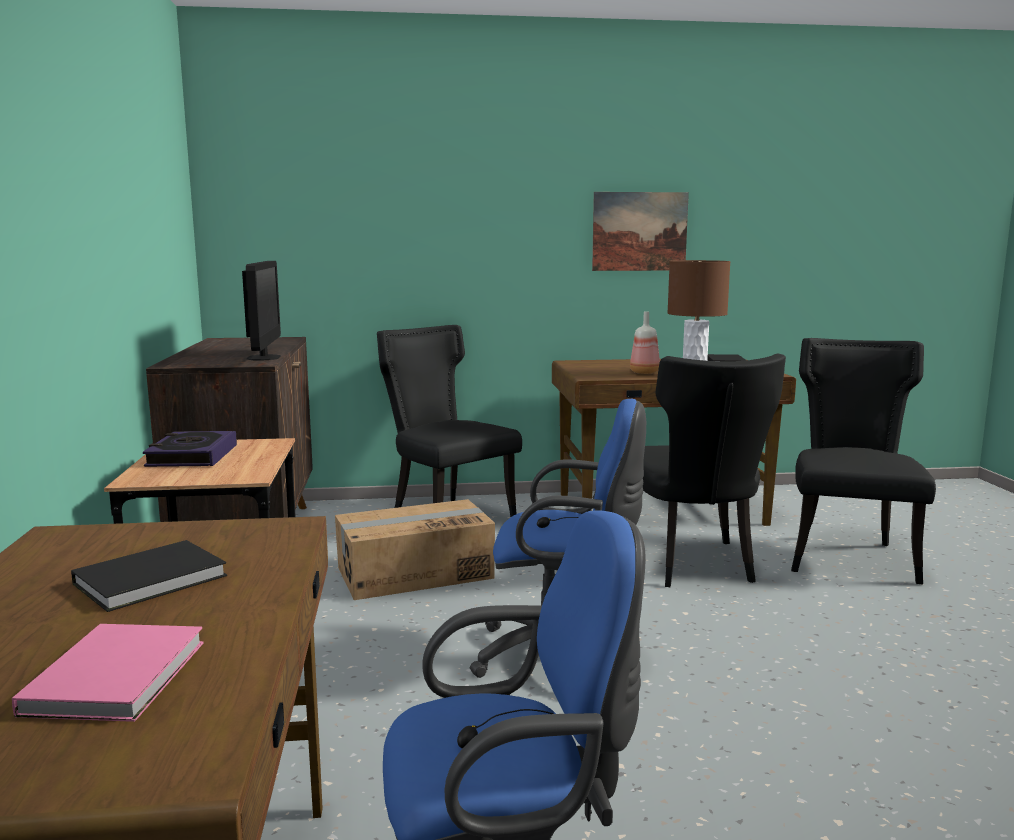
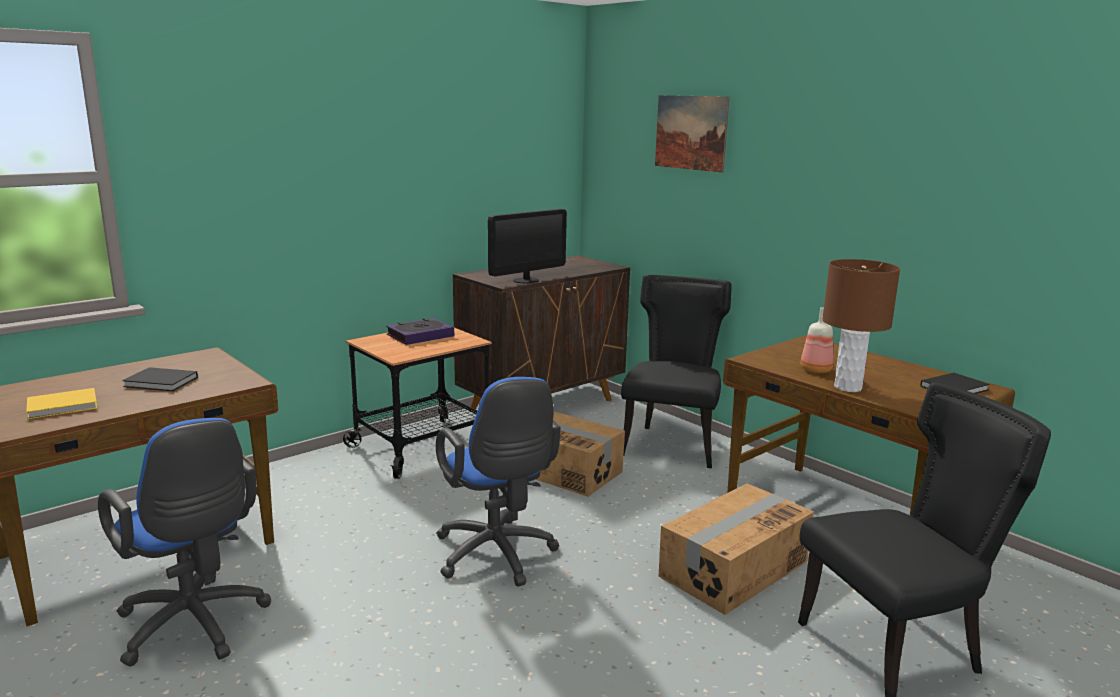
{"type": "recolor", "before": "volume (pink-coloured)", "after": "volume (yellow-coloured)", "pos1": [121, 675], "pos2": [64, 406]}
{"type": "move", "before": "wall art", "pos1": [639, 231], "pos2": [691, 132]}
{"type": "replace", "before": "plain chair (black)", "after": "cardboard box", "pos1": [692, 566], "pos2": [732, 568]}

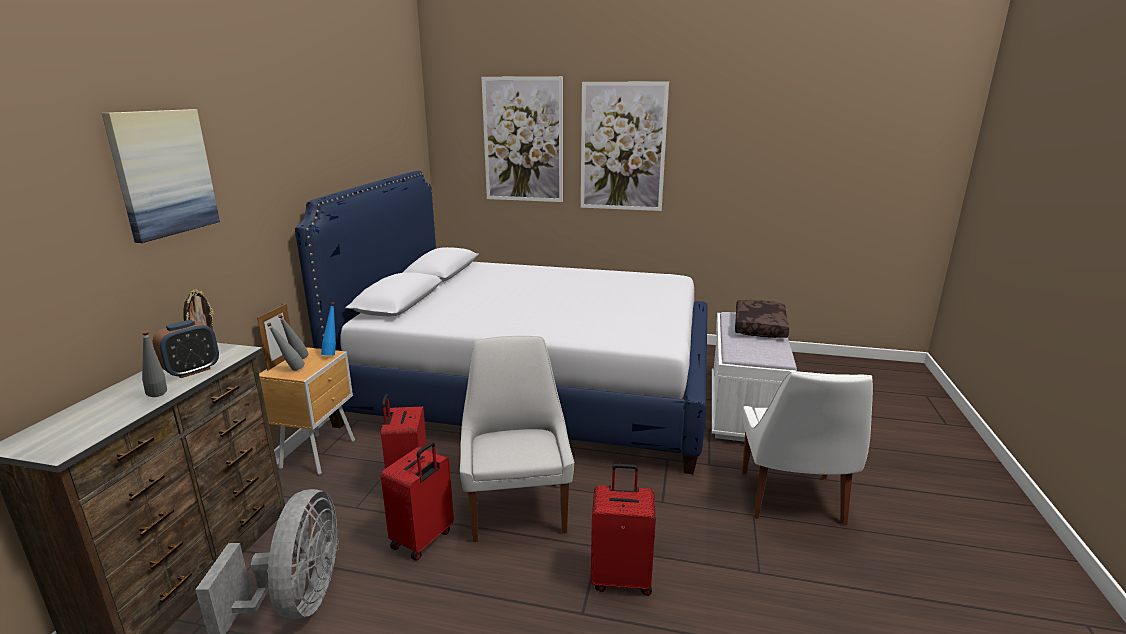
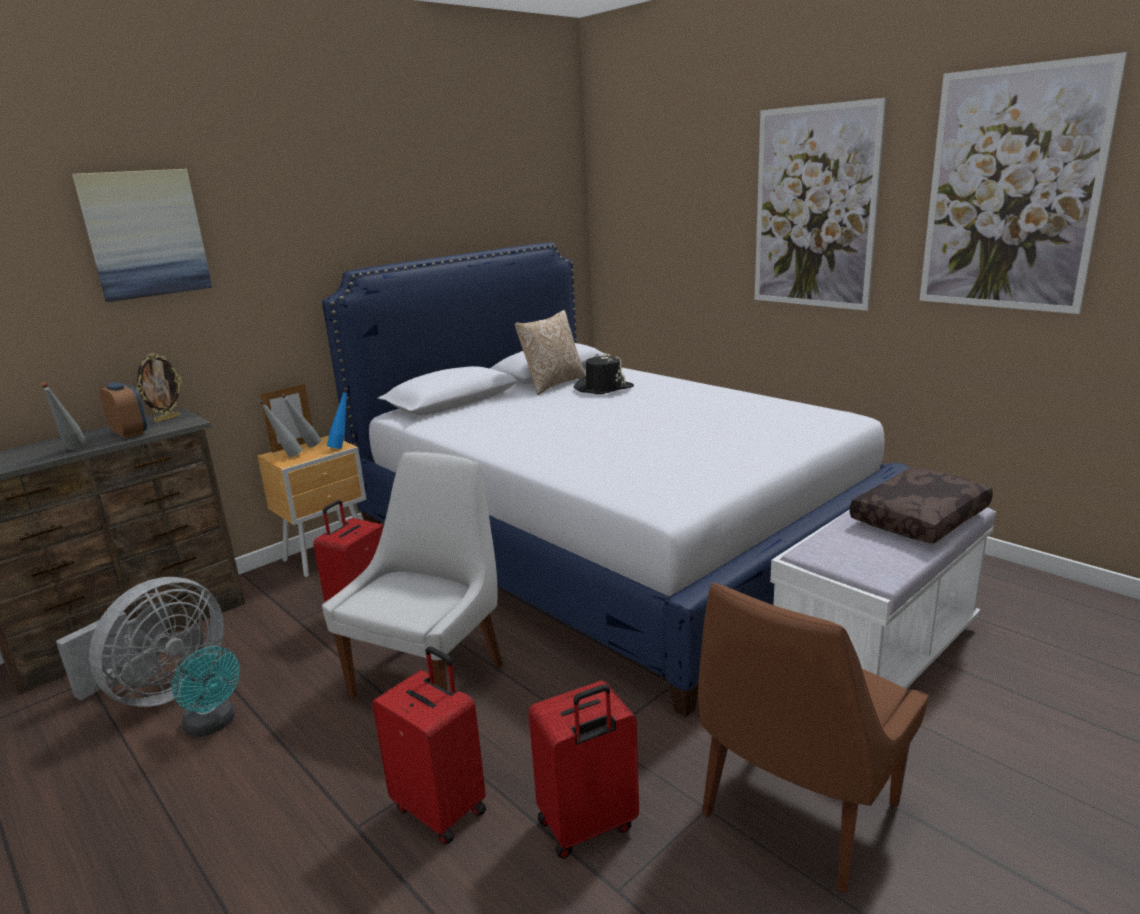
{"type": "rotate", "before": "table clock", "pos1": [192, 371], "pos2": [130, 433], "turn": -120}
{"type": "move", "before": "suitcase (red)", "pos1": [423, 540], "pos2": [588, 826]}
{"type": "move", "before": "wall art", "pos1": [523, 140], "pos2": [1011, 191]}
{"type": "recolor", "before": "plain chair (white-coloured)", "after": "plain chair (brown-coloured)", "pos1": [792, 500], "pos2": [795, 813]}
{"type": "insert", "after": "electric fan (blue-green)", "pos2": [214, 724]}
{"type": "insert", "after": "cushion", "pos2": [552, 384]}
{"type": "insert", "after": "hat (black)", "pos2": [603, 388]}

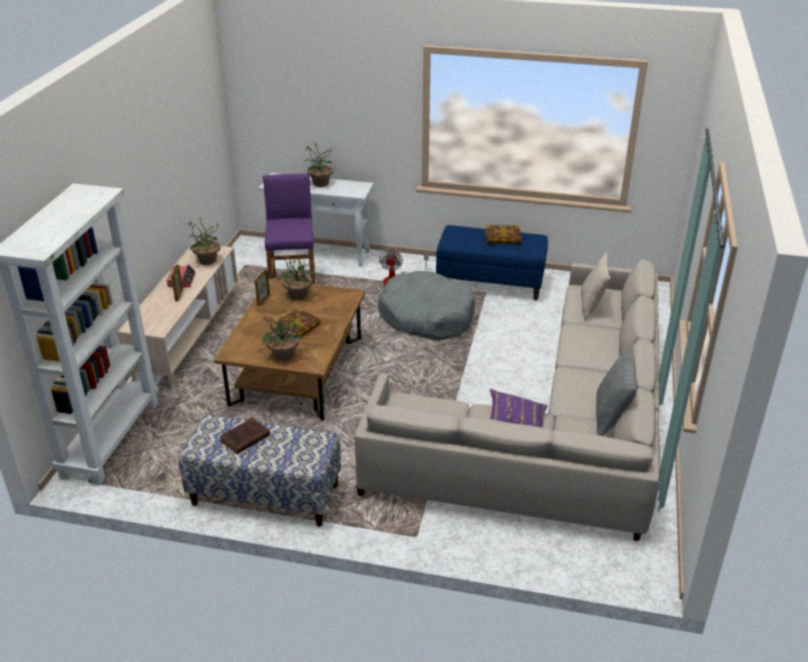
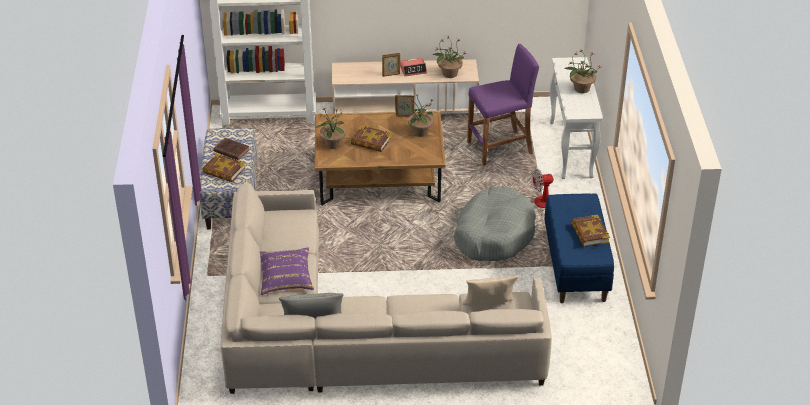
{"type": "insert", "after": "volume", "pos2": [224, 171]}

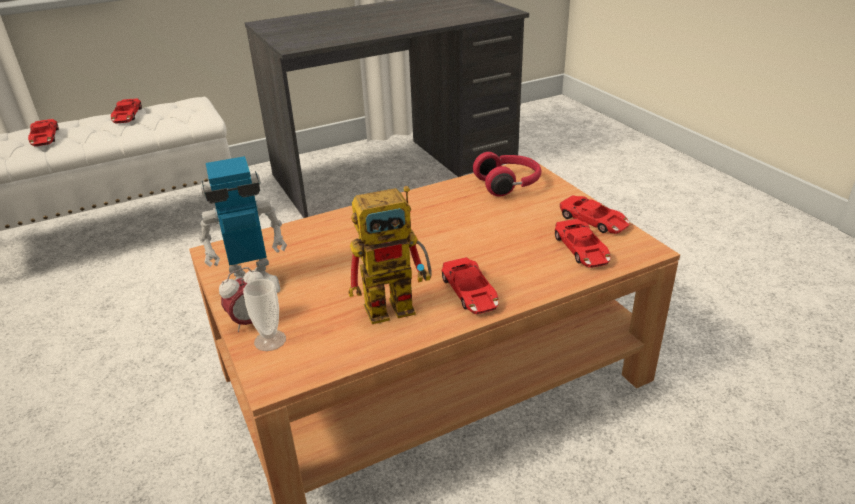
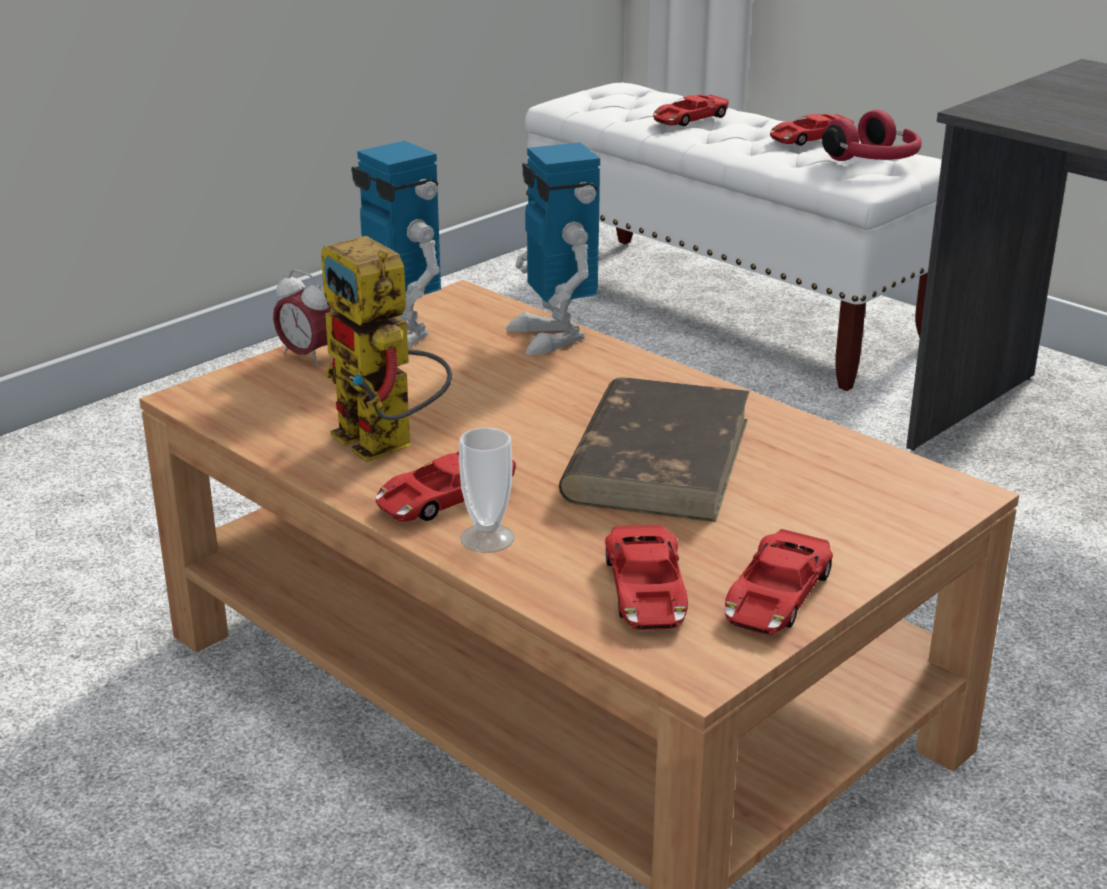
{"type": "move", "before": "cup", "pos1": [270, 340], "pos2": [487, 538]}
{"type": "move", "before": "pair of headphones (red)", "pos1": [508, 184], "pos2": [874, 161]}
{"type": "rotate", "before": "model car (red)", "pos1": [582, 249], "pos2": [646, 591], "turn": -60}
{"type": "insert", "after": "toy robot", "pos2": [553, 336]}
{"type": "insert", "after": "volume (brown-coloured)", "pos2": [658, 458]}

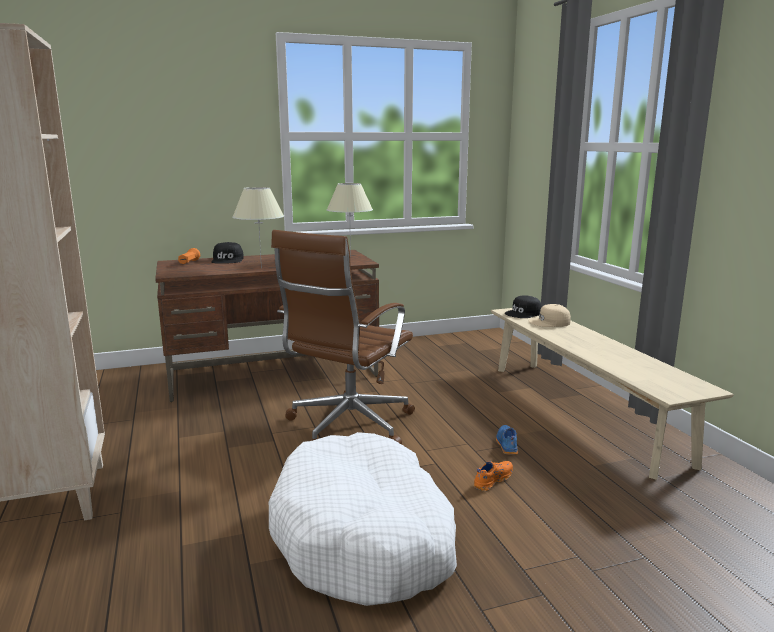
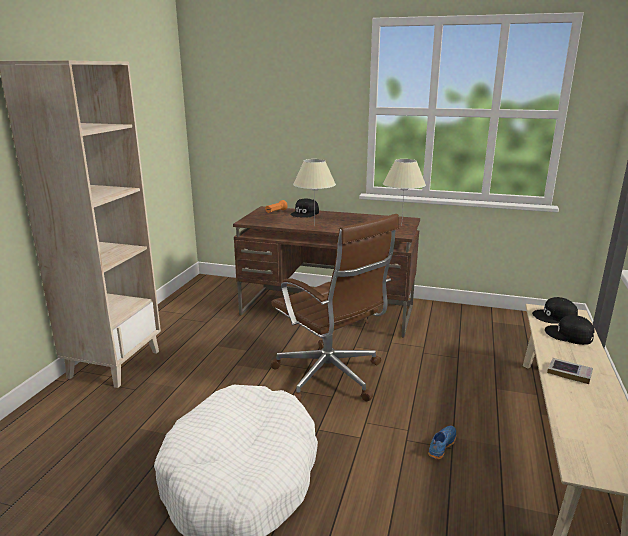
{"type": "rotate", "before": "office chair (brown-coloured)", "pos1": [347, 426], "pos2": [330, 377], "turn": -105}
{"type": "delete", "before": "shoe (orange-coloured)", "pos1": [492, 480]}
{"type": "recolor", "before": "peaked cap (beige)", "after": "peaked cap (black)", "pos1": [550, 322], "pos2": [569, 335]}
{"type": "insert", "after": "volume", "pos2": [569, 373]}

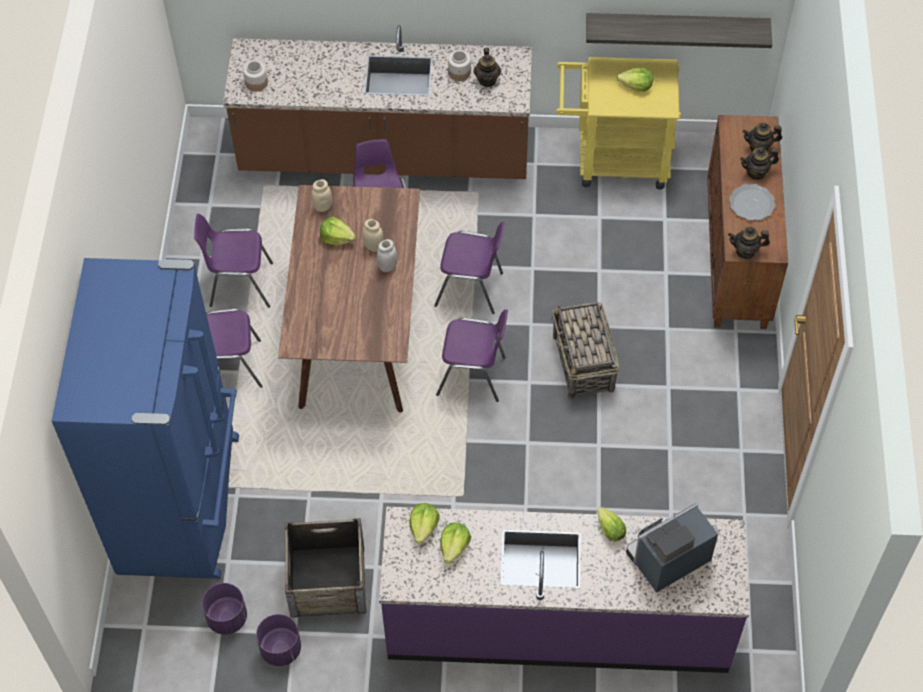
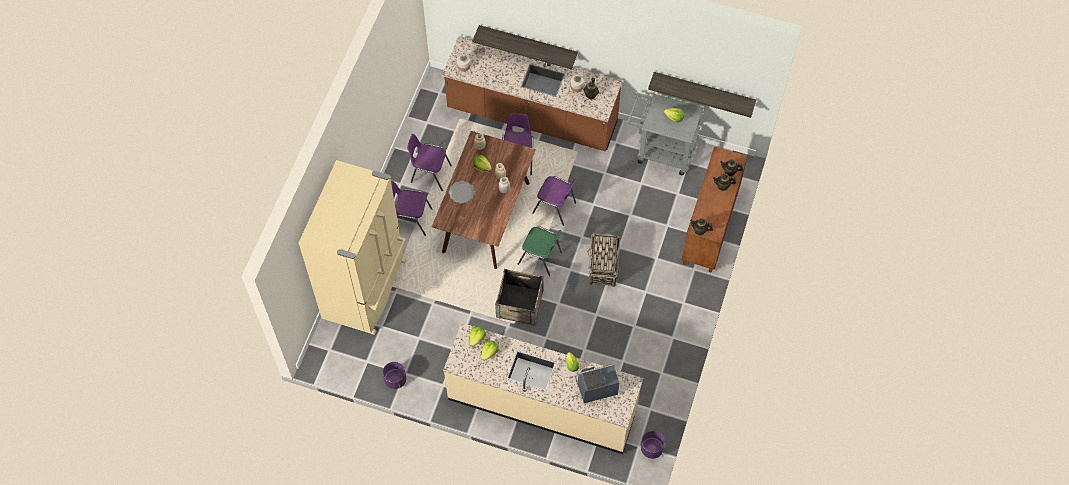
{"type": "recolor", "before": "refrigerator (blue-coloured)", "after": "refrigerator (beige)", "pos1": [183, 503], "pos2": [366, 289]}
{"type": "move", "before": "plant pot (purplish)", "pos1": [227, 617], "pos2": [651, 448]}
{"type": "move", "before": "crate", "pos1": [327, 581], "pos2": [519, 304]}
{"type": "recolor", "before": "kitchen base unit (purplish)", "after": "kitchen base unit (beige)", "pos1": [558, 622], "pos2": [542, 404]}
{"type": "recolor", "before": "plain chair (purplish)", "after": "plain chair (greenish)", "pos1": [473, 376], "pos2": [541, 258]}
{"type": "recolor", "before": "cart (yellow-coloured)", "after": "cart (grey)", "pos1": [613, 160], "pos2": [660, 151]}
{"type": "move", "before": "plate", "pos1": [751, 204], "pos2": [461, 193]}
{"type": "insert", "after": "wall shelf", "pos2": [528, 44]}

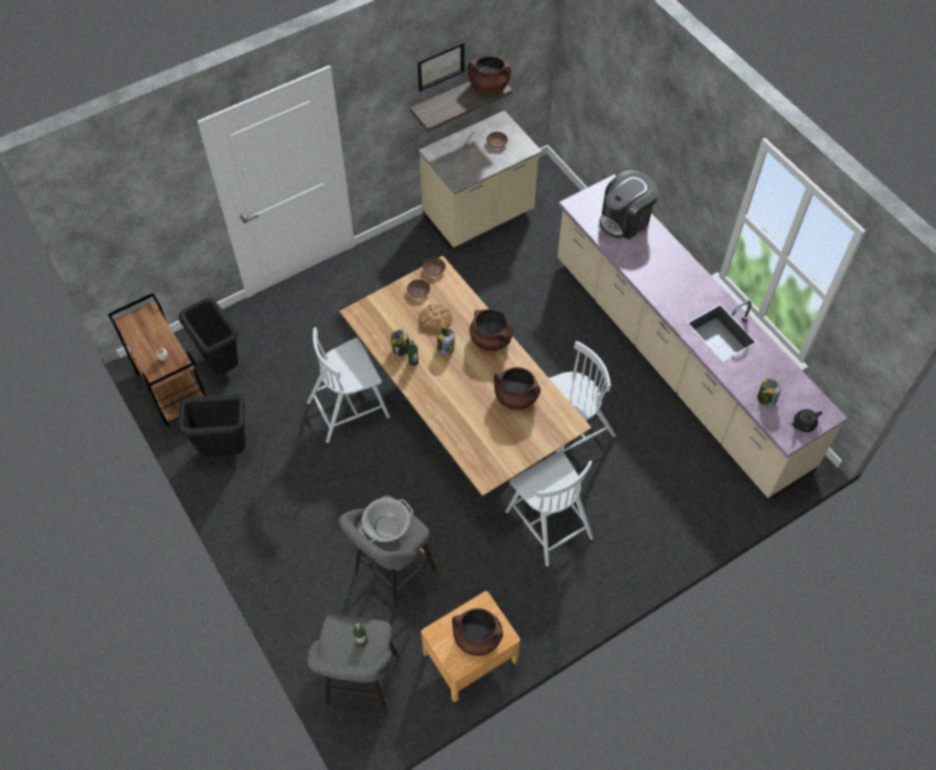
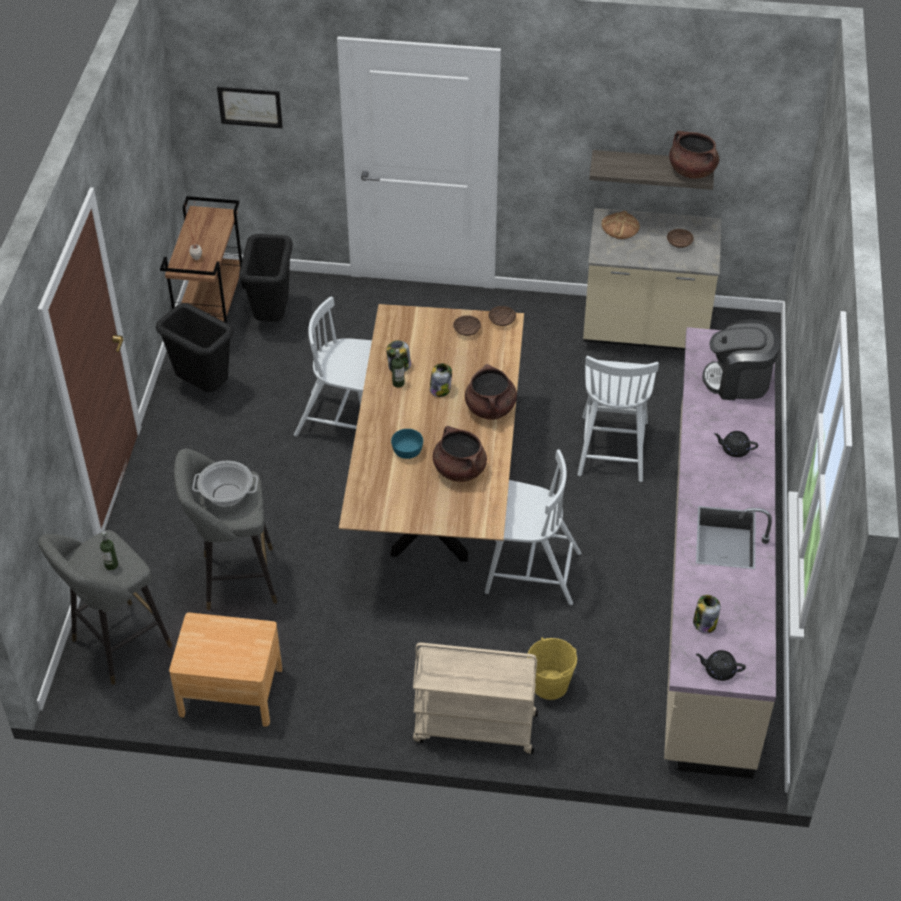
{"type": "move", "before": "wall art", "pos1": [441, 66], "pos2": [250, 107]}
{"type": "move", "before": "baked bread", "pos1": [435, 319], "pos2": [620, 227]}
{"type": "delete", "before": "saucepot (brown-coloured)", "pos1": [477, 637]}
{"type": "move", "before": "plain chair (white-coloured)", "pos1": [548, 523], "pos2": [612, 447]}
{"type": "insert", "after": "bowl (blue-green)", "pos2": [407, 450]}
{"type": "insert", "after": "cart (beige)", "pos2": [474, 728]}
{"type": "insert", "after": "water bucket (yellow-coloured)", "pos2": [550, 684]}
{"type": "insert", "after": "pot for tea (black)", "pos2": [734, 449]}

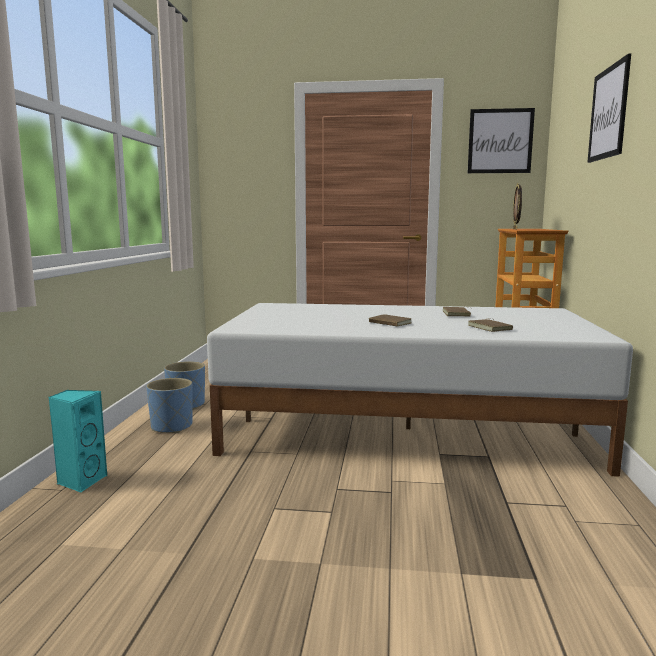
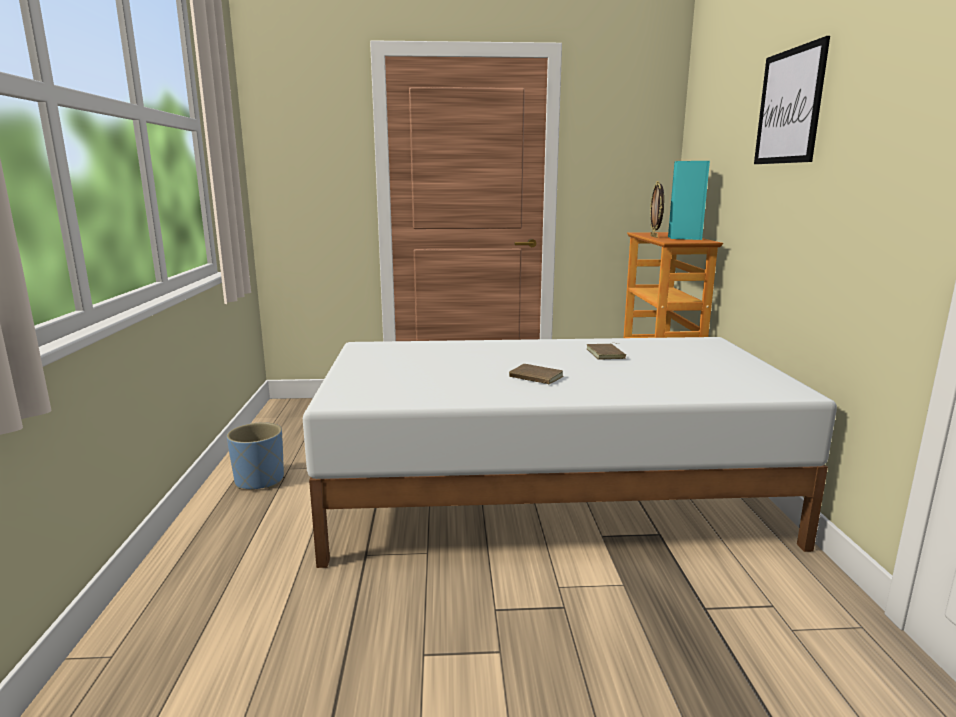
{"type": "move", "before": "speaker (blue-green)", "pos1": [81, 481], "pos2": [684, 238]}
{"type": "delete", "before": "plant pot (blue-coloured)", "pos1": [171, 426]}
{"type": "delete", "before": "wall art", "pos1": [500, 141]}
{"type": "delete", "before": "volume (brown-coloured)", "pos1": [491, 328]}

